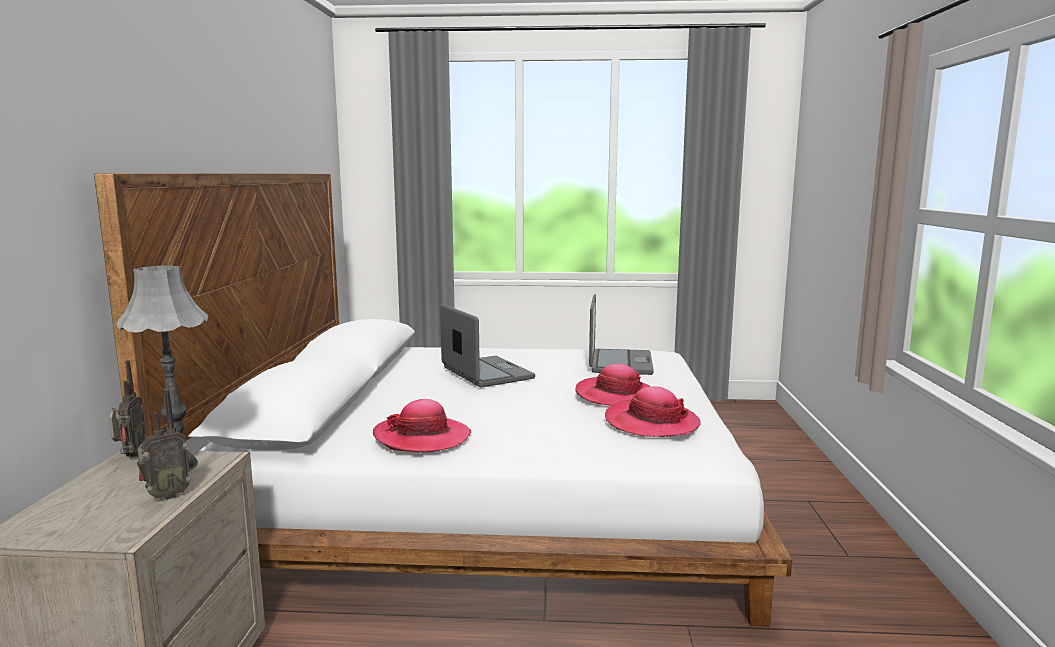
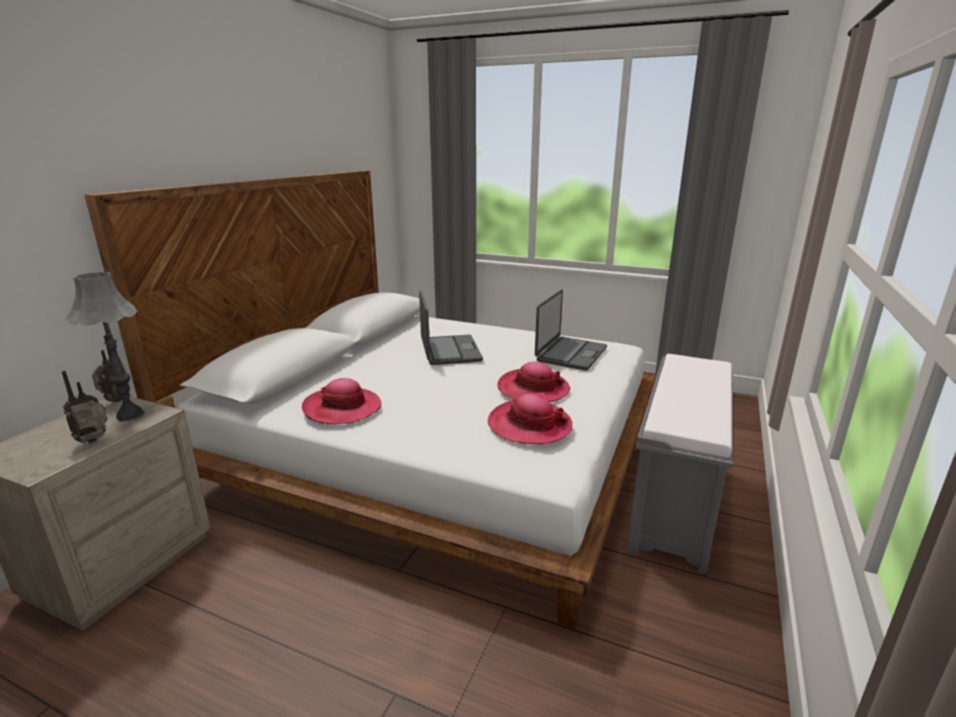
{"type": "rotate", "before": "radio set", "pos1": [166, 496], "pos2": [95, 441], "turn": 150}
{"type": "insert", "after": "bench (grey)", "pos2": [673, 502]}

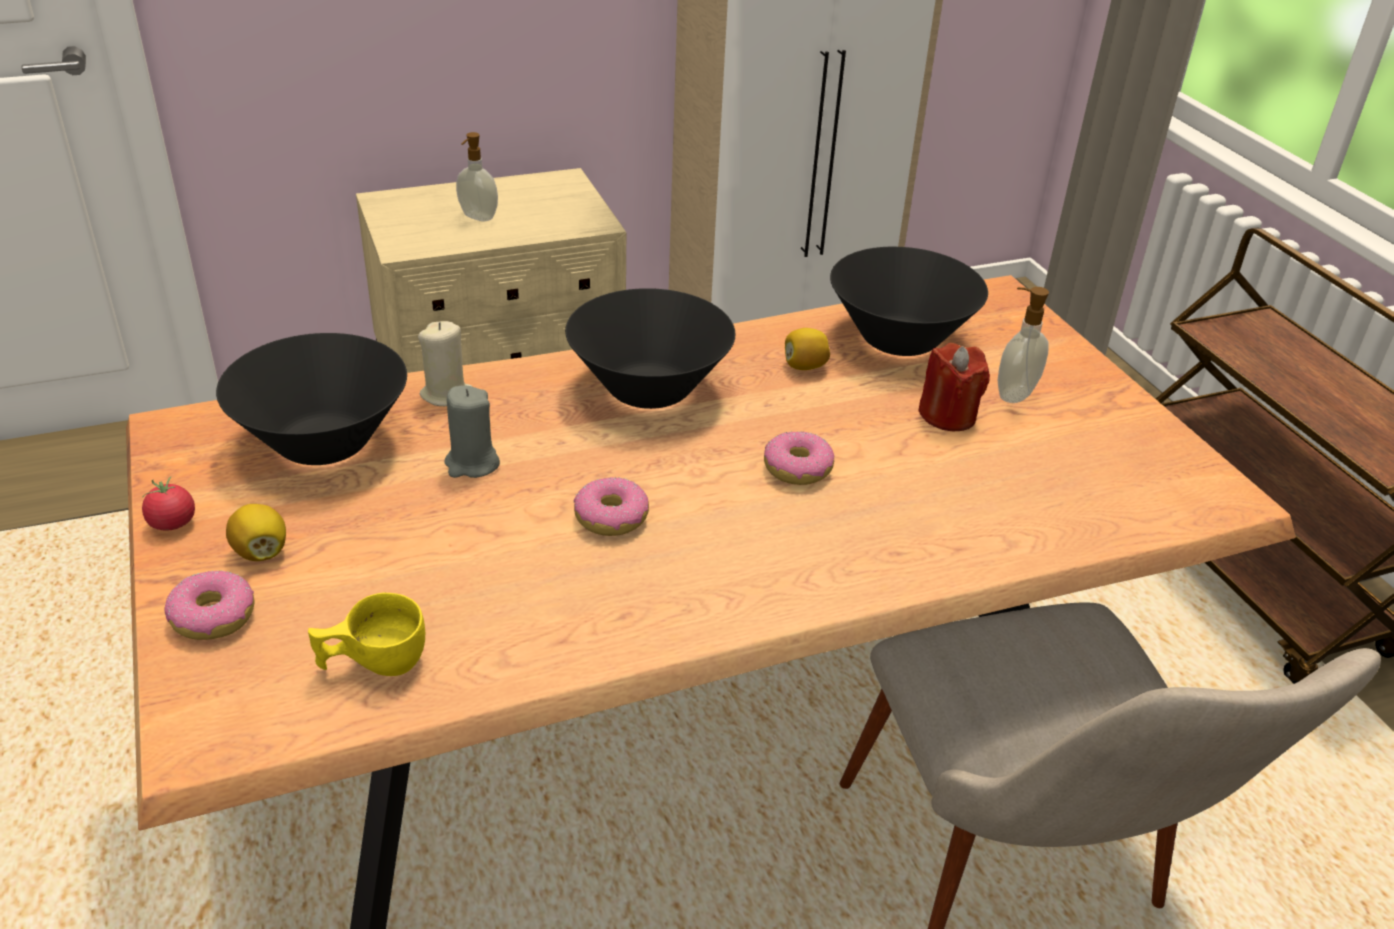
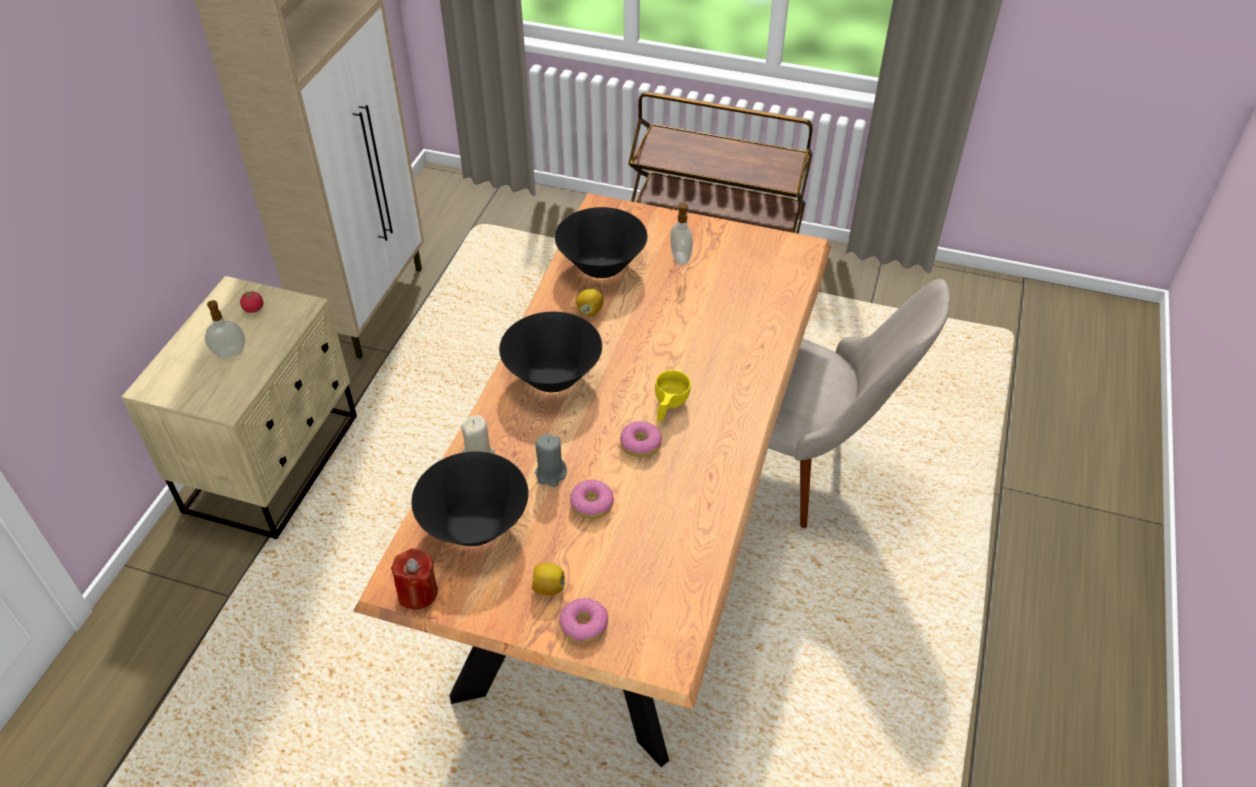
{"type": "move", "before": "whole tomato", "pos1": [172, 523], "pos2": [254, 309]}
{"type": "move", "before": "cup (yellow-coloured)", "pos1": [373, 663], "pos2": [668, 406]}
{"type": "move", "before": "donut", "pos1": [797, 469], "pos2": [592, 504]}
{"type": "move", "before": "candle (red)", "pos1": [948, 415], "pos2": [417, 593]}

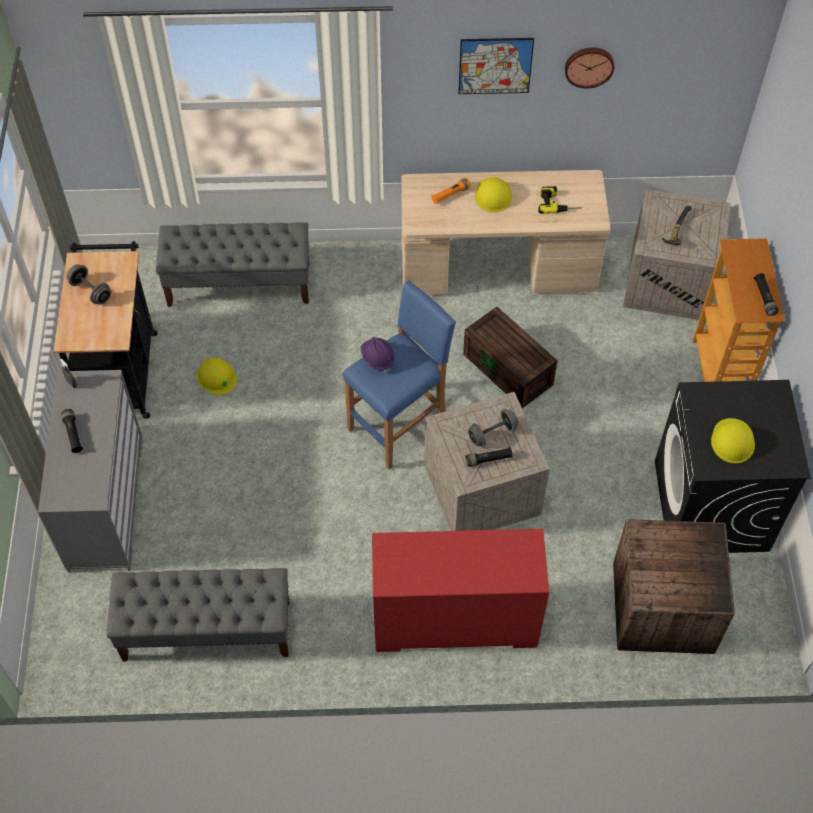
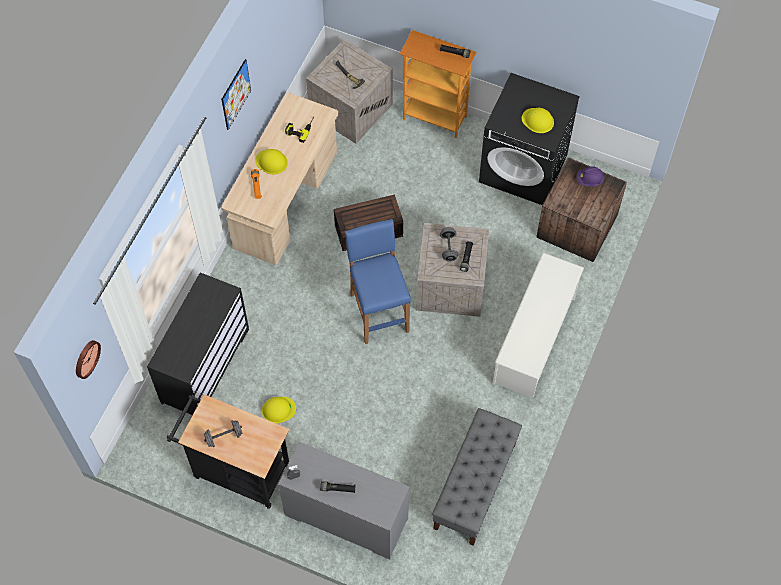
{"type": "replace", "before": "bench (grey)", "after": "drawer chest (black)", "pos1": [239, 284], "pos2": [205, 365]}
{"type": "move", "before": "safety helmet (purplish)", "pos1": [377, 359], "pos2": [589, 180]}
{"type": "replace", "before": "drawer chest (red)", "after": "shoe rack (white-coloured)", "pos1": [454, 621], "pos2": [534, 340]}
{"type": "move", "before": "clock on the wall", "pos1": [589, 66], "pos2": [86, 358]}

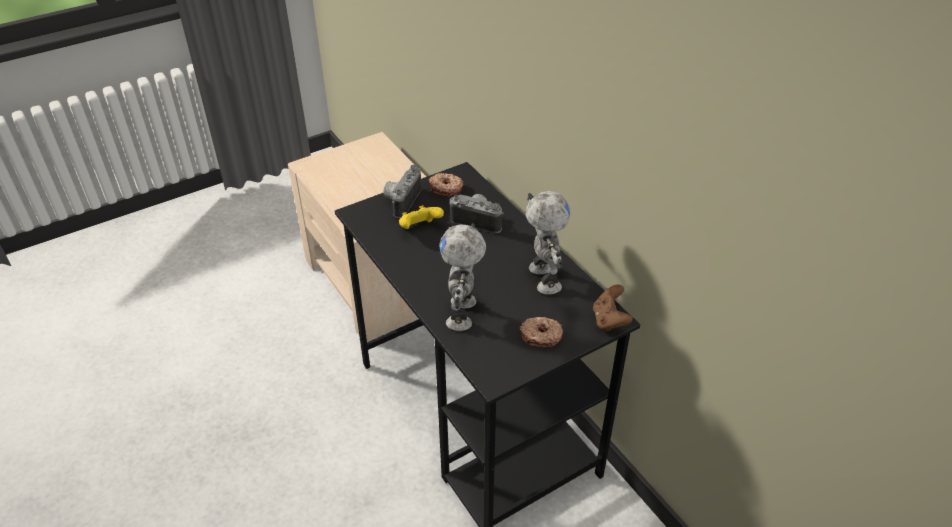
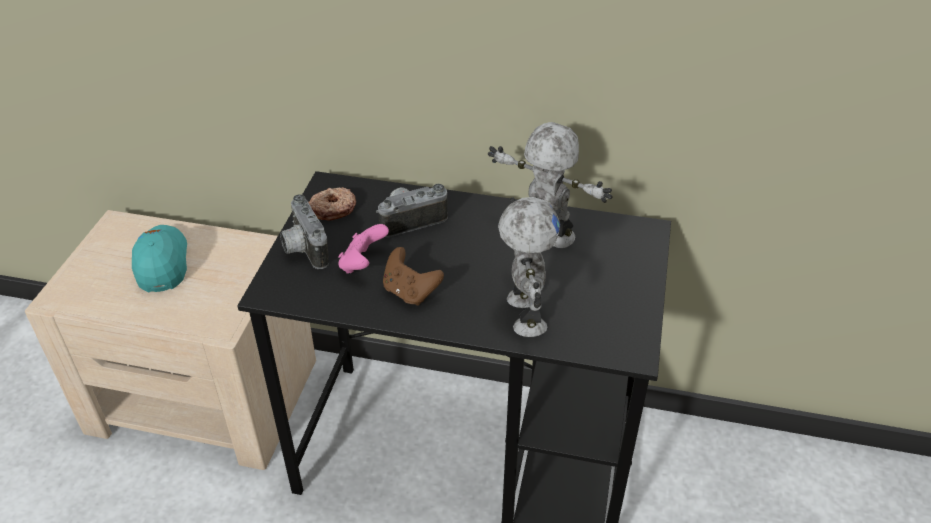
{"type": "recolor", "before": "joypad (yellow-coloured)", "after": "joypad (pink-coloured)", "pos1": [419, 228], "pos2": [363, 264]}
{"type": "rotate", "before": "toy robot", "pos1": [463, 313], "pos2": [523, 314], "turn": -150}
{"type": "delete", "before": "donut", "pos1": [541, 336]}
{"type": "move", "before": "joypad (brown-coloured)", "pos1": [609, 320], "pos2": [410, 292]}
{"type": "insert", "after": "peaked cap (blue-green)", "pos2": [162, 263]}

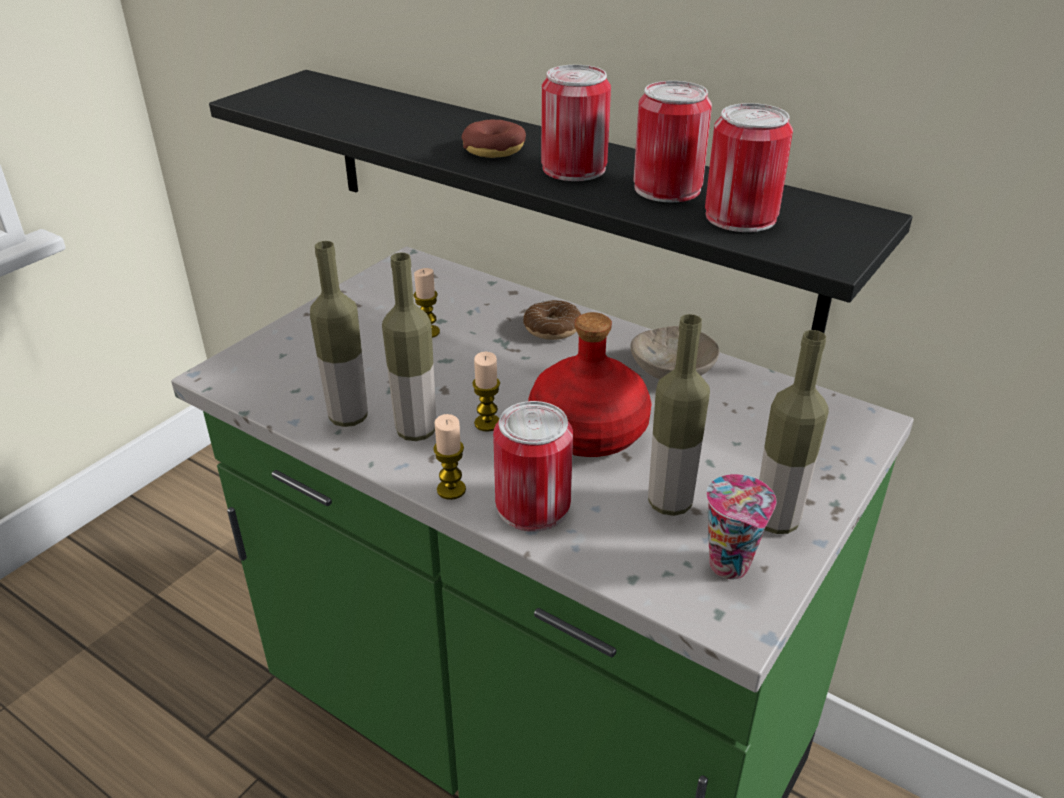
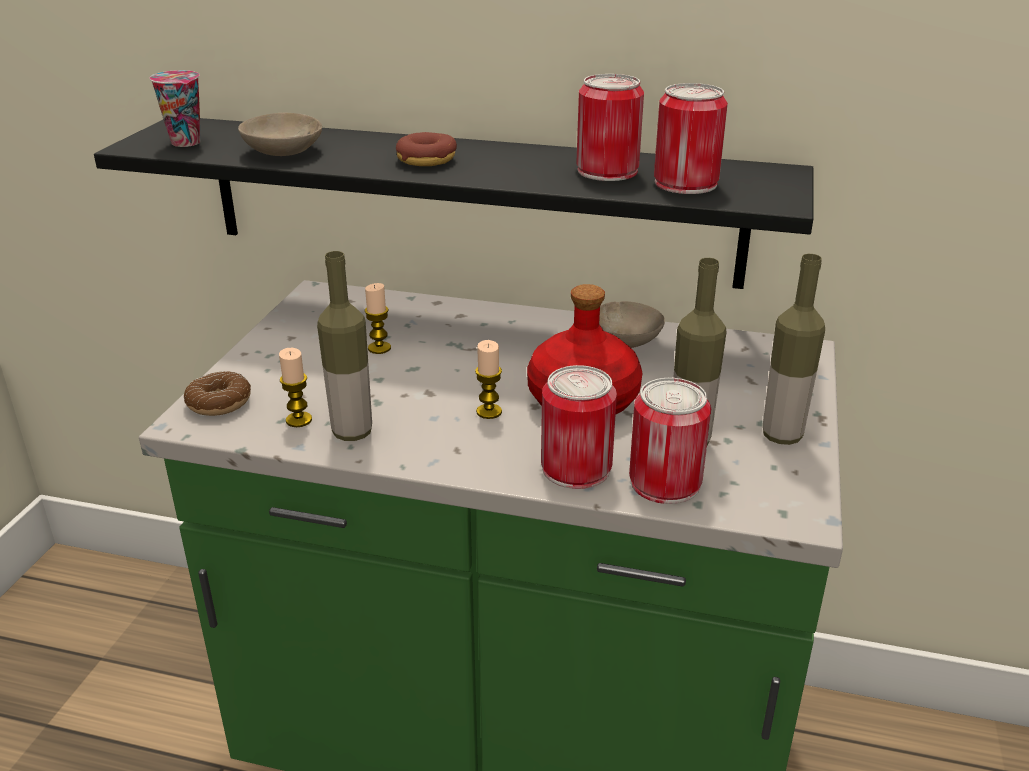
{"type": "delete", "before": "drink bottle", "pos1": [416, 431]}
{"type": "move", "before": "candle", "pos1": [451, 490], "pos2": [299, 420]}
{"type": "move", "before": "donut", "pos1": [552, 328], "pos2": [219, 403]}
{"type": "move", "before": "can", "pos1": [574, 168], "pos2": [665, 482]}
{"type": "move", "before": "cup", "pos1": [731, 567], "pos2": [187, 143]}
{"type": "insert", "after": "bowl (beige)", "pos2": [281, 151]}

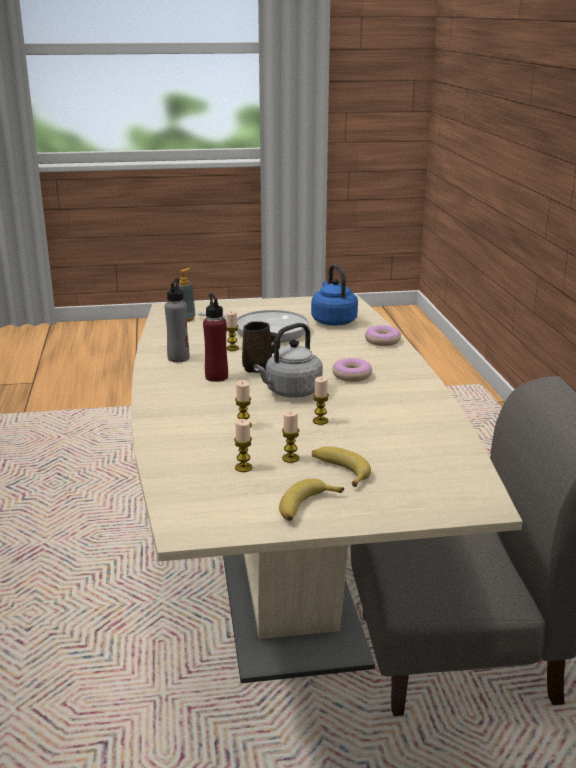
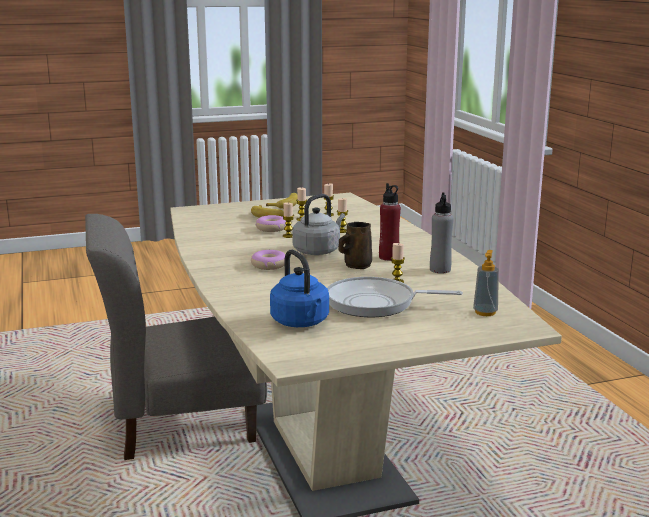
{"type": "move", "before": "donut", "pos1": [382, 341], "pos2": [271, 228]}

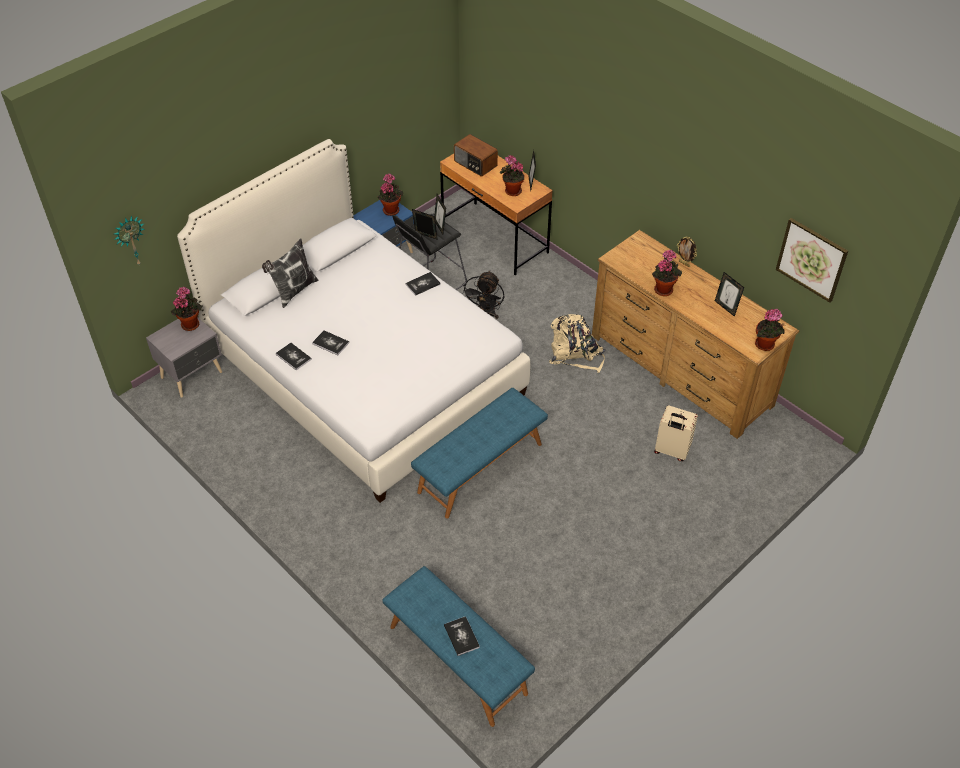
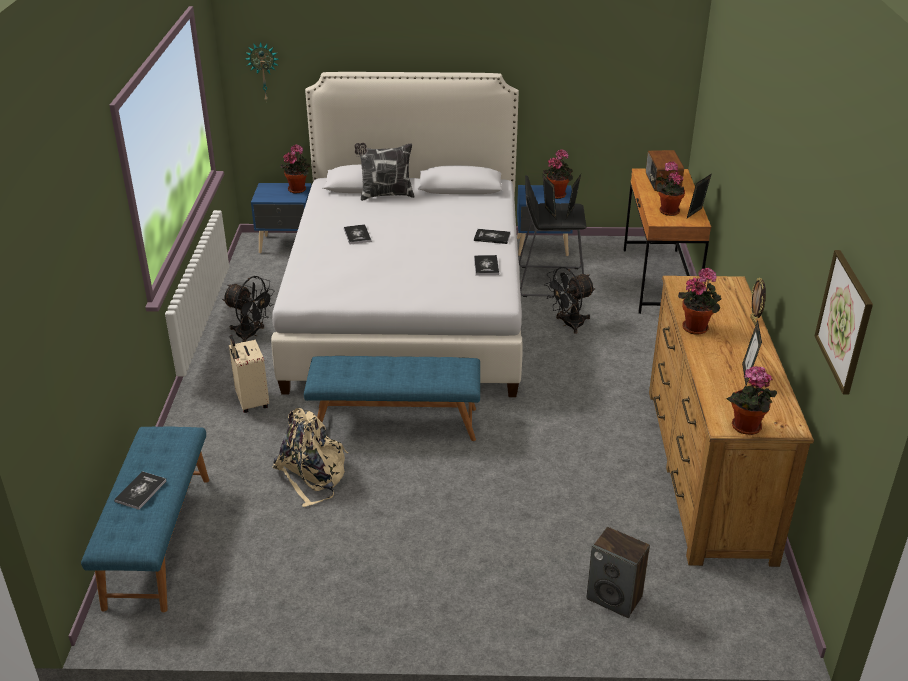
{"type": "recolor", "before": "bedside table (grey)", "after": "bedside table (blue-coloured)", "pos1": [193, 375], "pos2": [287, 245]}
{"type": "move", "before": "volume", "pos1": [293, 357], "pos2": [486, 266]}
{"type": "move", "before": "rucksack (beige)", "pos1": [575, 354], "pos2": [312, 475]}
{"type": "move", "before": "suitcase (beige)", "pos1": [671, 451], "pos2": [251, 402]}
{"type": "insert", "after": "electric fan (black)", "pos2": [251, 334]}
{"type": "insert", "after": "speaker", "pos2": [615, 598]}

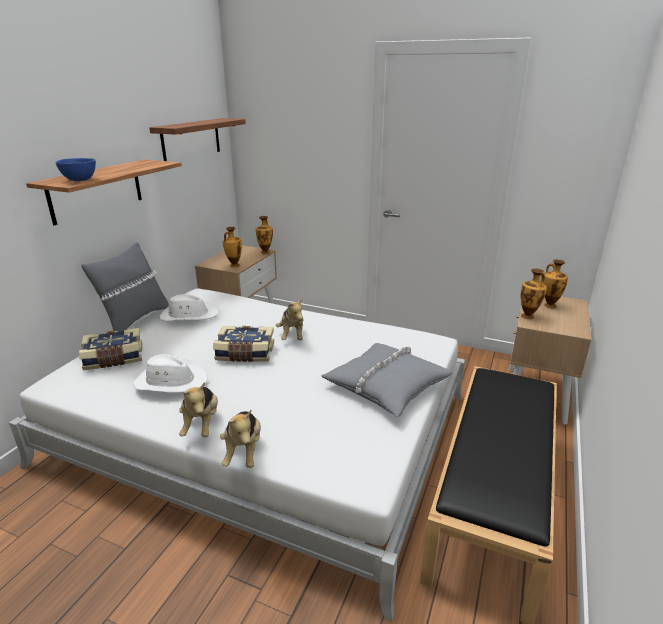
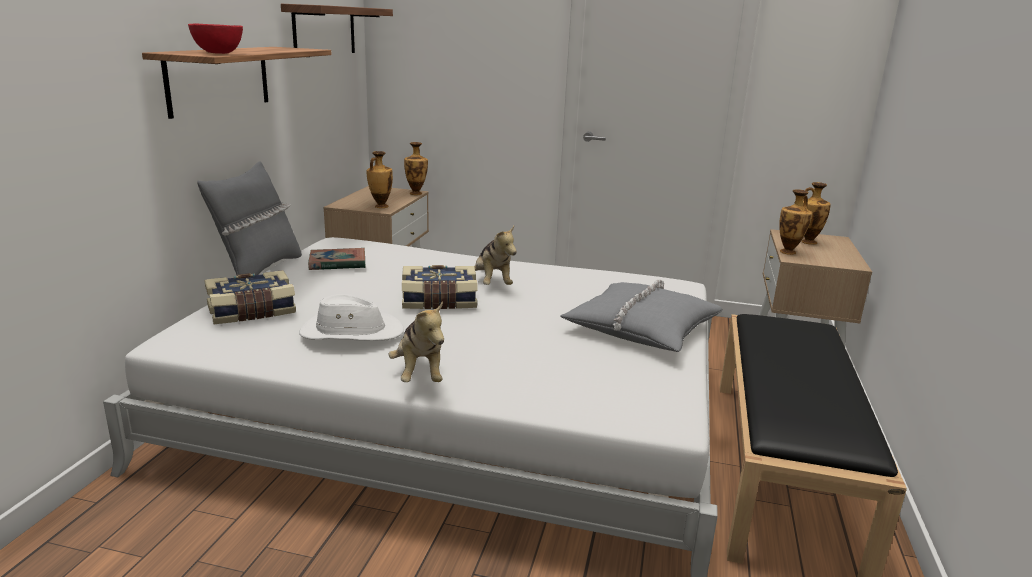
{"type": "recolor", "before": "bowl (blue-coloured)", "after": "bowl (red)", "pos1": [79, 180], "pos2": [217, 53]}
{"type": "replace", "before": "hat (white-coloured)", "after": "volume", "pos1": [189, 315], "pos2": [337, 263]}
{"type": "delete", "before": "cuddly toy", "pos1": [243, 452]}

